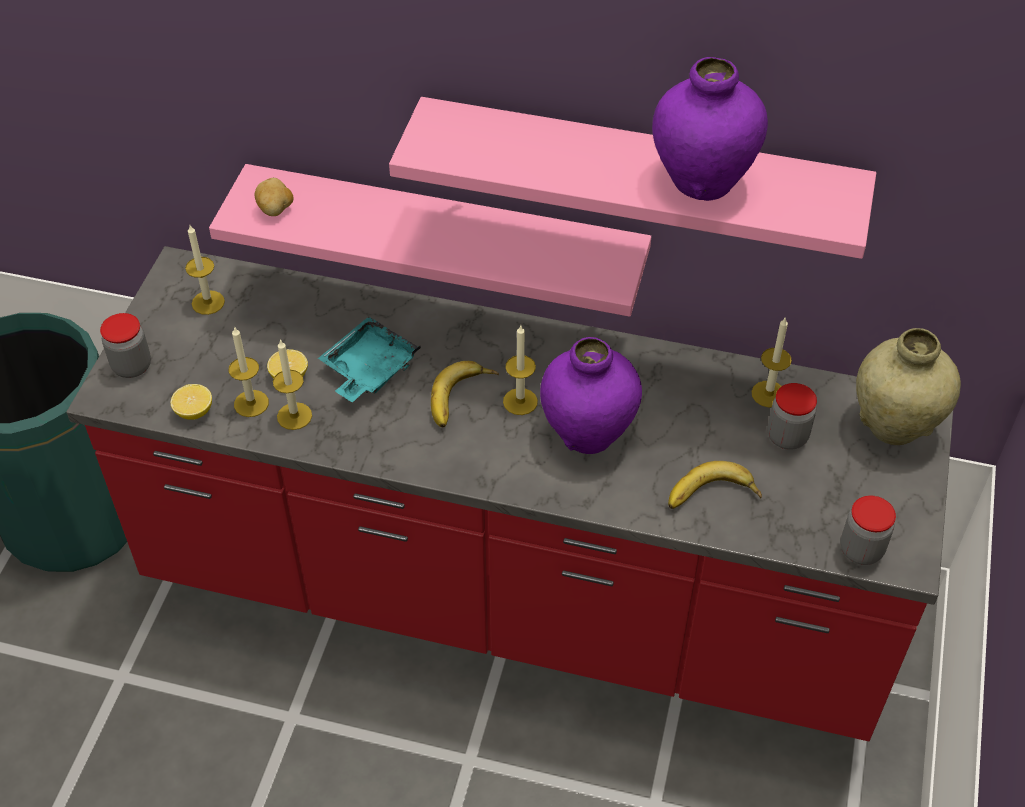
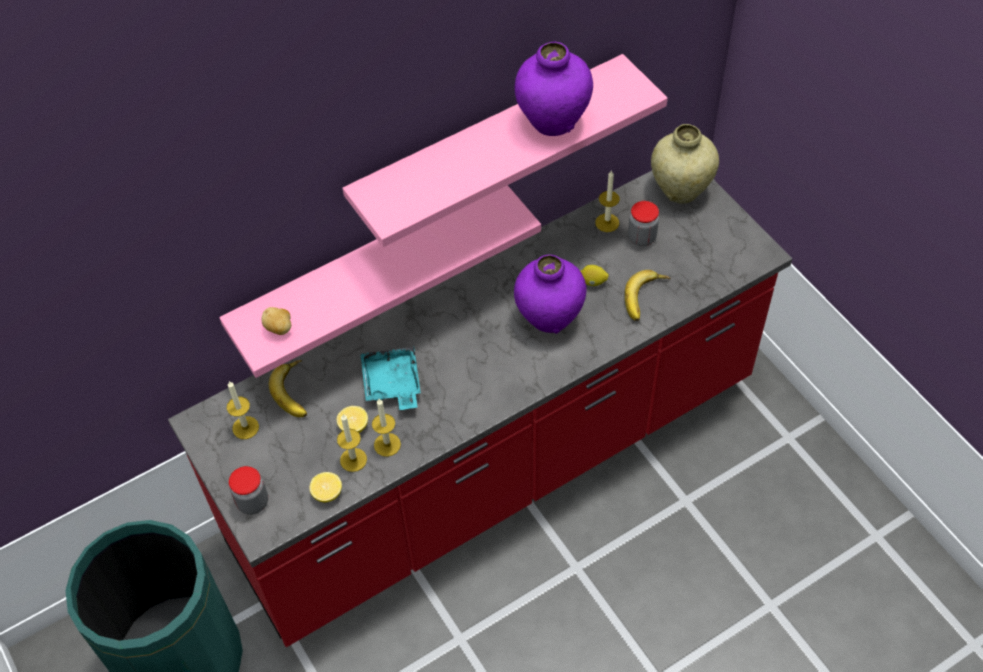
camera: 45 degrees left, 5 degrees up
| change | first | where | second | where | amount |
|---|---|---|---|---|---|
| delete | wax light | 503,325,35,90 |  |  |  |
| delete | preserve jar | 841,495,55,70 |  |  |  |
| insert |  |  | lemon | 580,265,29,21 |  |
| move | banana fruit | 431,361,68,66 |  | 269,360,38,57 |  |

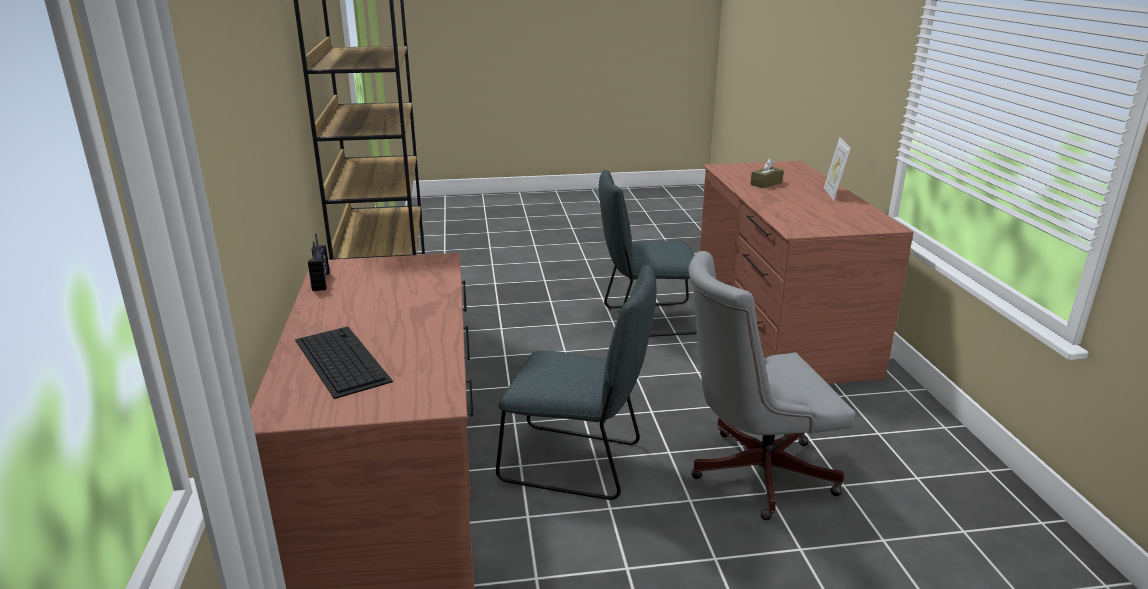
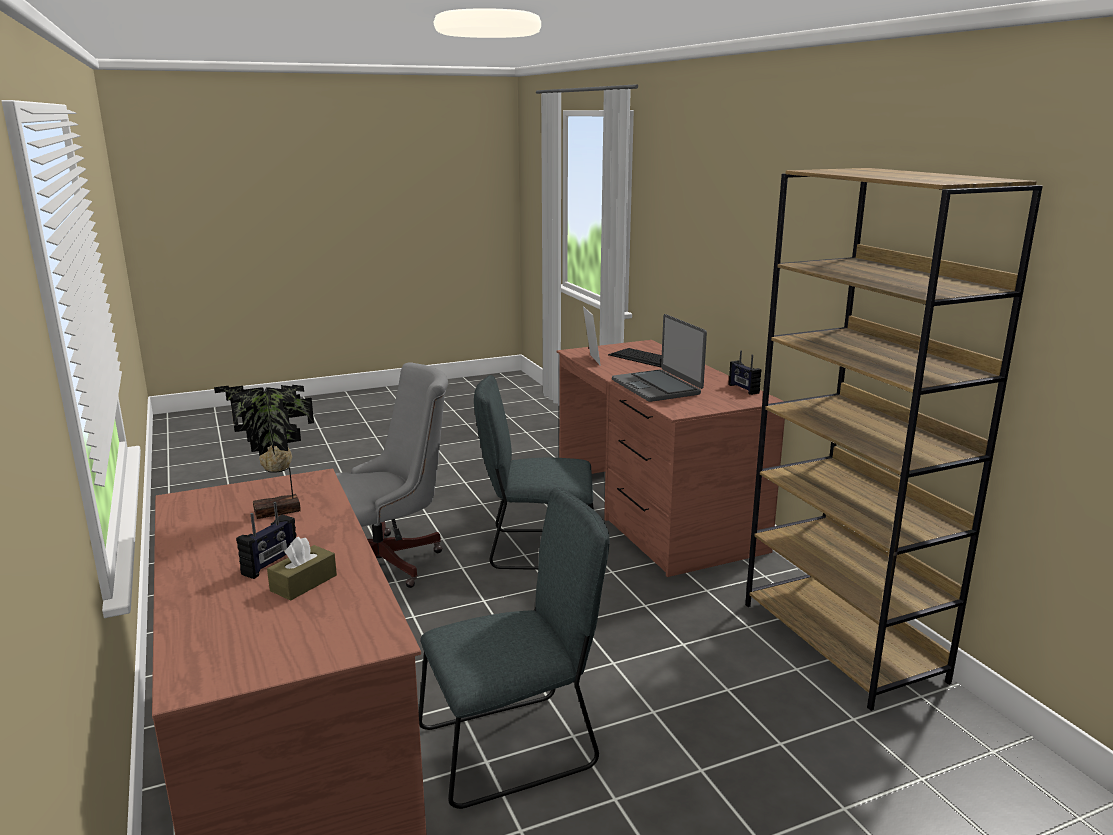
camera: 165 degrees right, 5 degrees down
| change | first | where | second | where | amount |
|---|---|---|---|---|---|
| insert |  |  | plant in a pot | 214,385,100,134 |  |
| insert |  |  | radio receiver | 236,502,60,77 |  |
| insert |  |  | portable computer | 612,314,95,88 |  |
| move | photo frame | 824,137,27,63 |  | 583,306,18,60 |  |

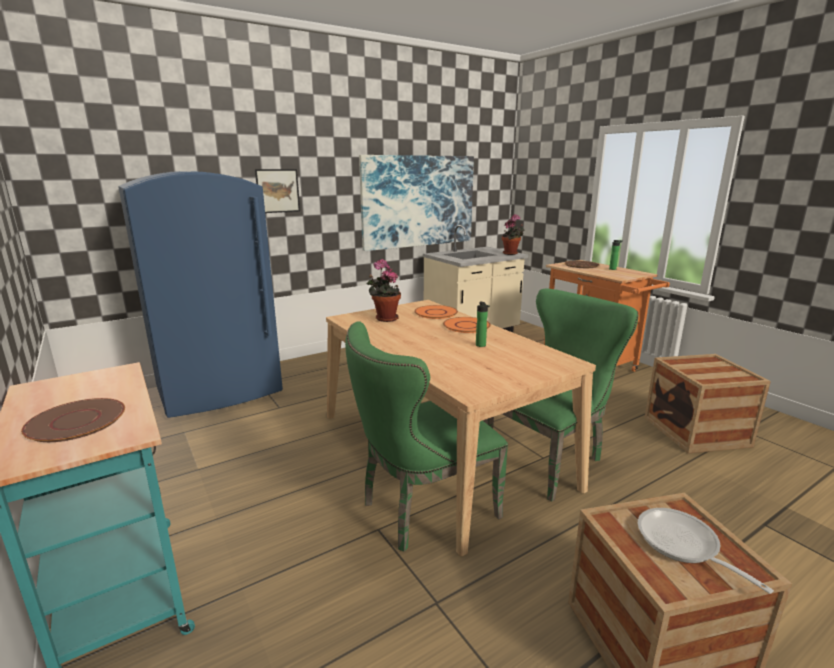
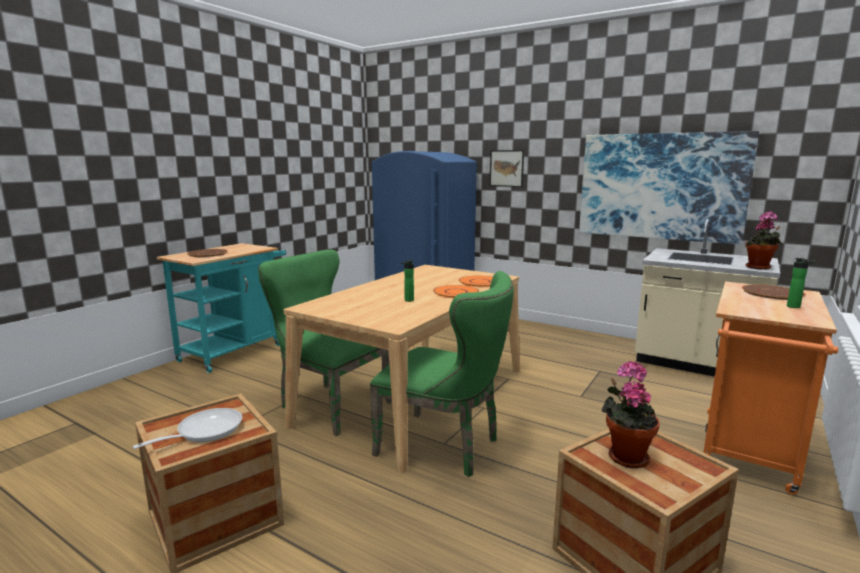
camera: 65 degrees right, 5 degrees down
| change | first | where | second | where | amount |
|---|---|---|---|---|---|
| move | plant in a pot | 366,259,35,63 |  | 602,361,57,107 |  |

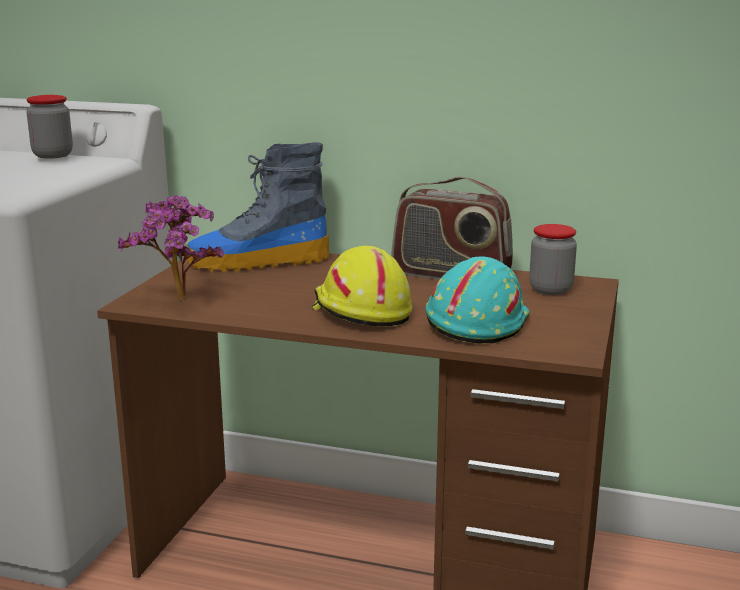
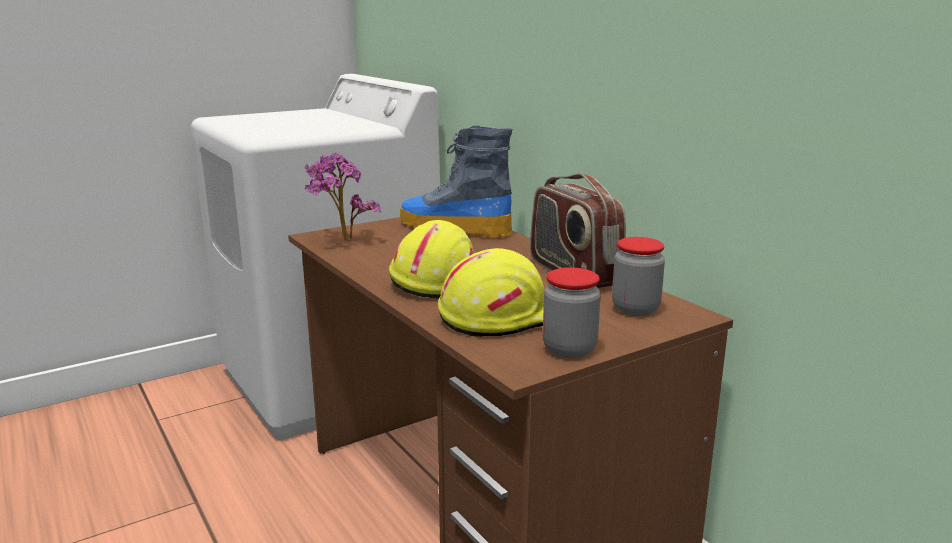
camera: 40 degrees right, 0 degrees up
| change | first | where | second | where | amount |
|---|---|---|---|---|---|
| move | preserve jar | 26,95,47,64 |  | 543,267,58,91 |  |
| recolor | blue-green hard hat | 426,257,104,87 | yellow hard hat | 438,248,106,89 |  |

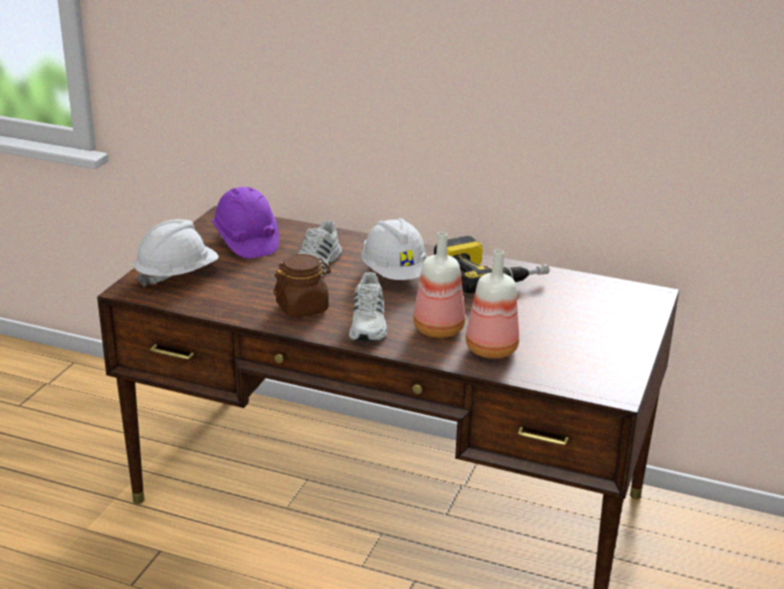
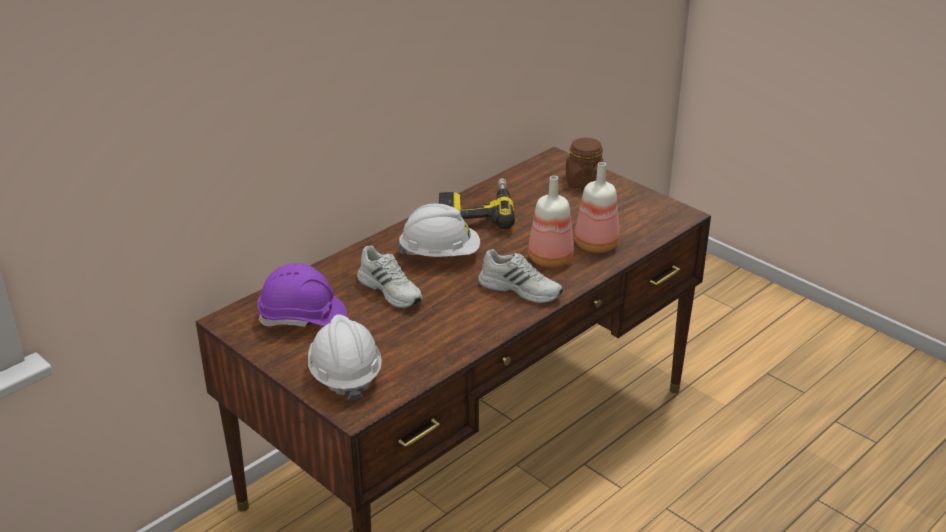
camera: 65 degrees left, 5 degrees up
| change | first | where | second | where | amount |
|---|---|---|---|---|---|
| move | brown preserve jar | 273,254,58,63 |  | 566,138,38,50 |  |

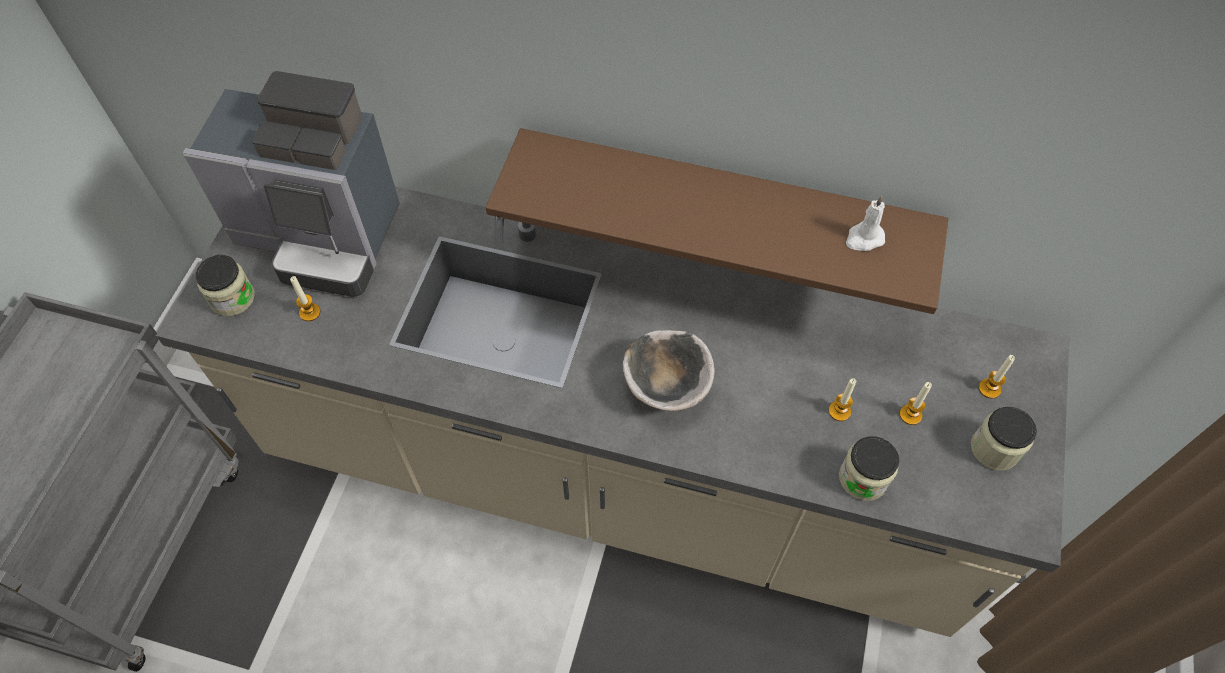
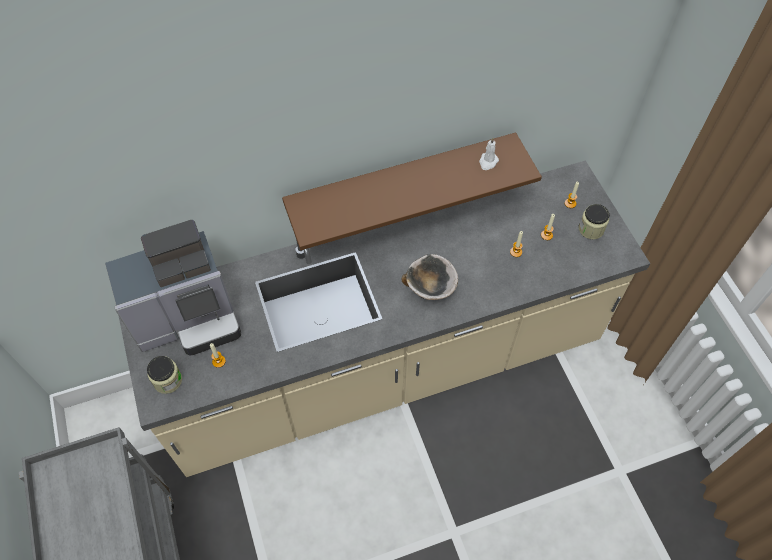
camera: 35 degrees left, 0 degrees up
| change | first | where | second | where | amount |
|---|---|---|---|---|---|
| delete | preserve jar | 839,436,60,65 |  |  |  |

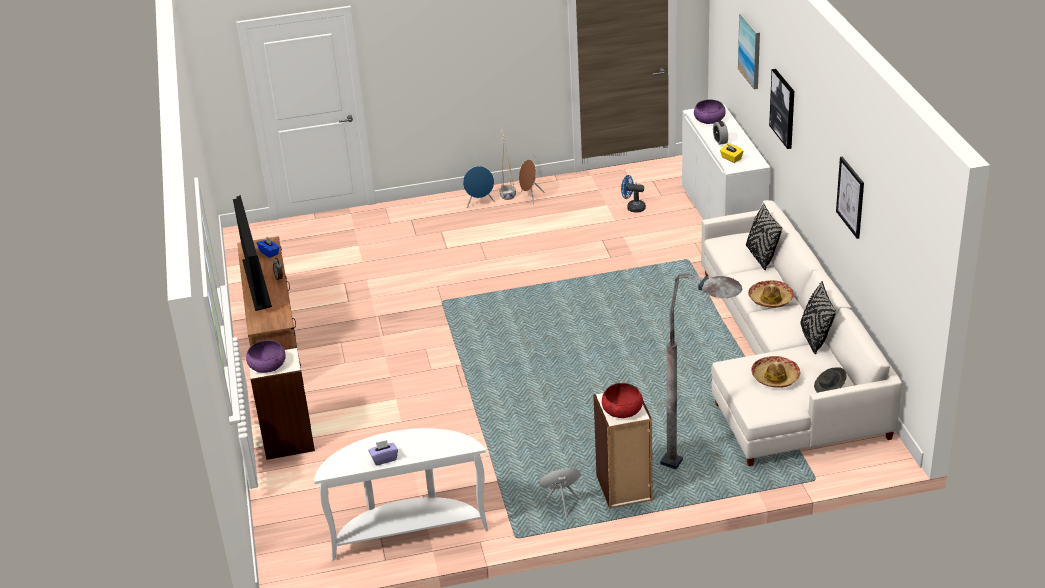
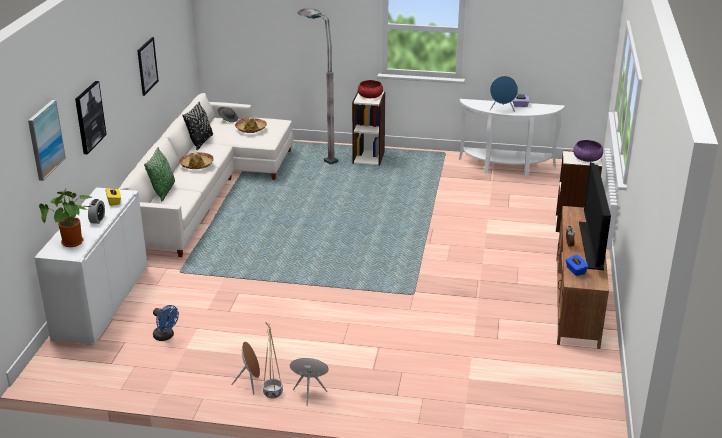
camera: 160 degrees left, 5 degrees down
| change | first | where | second | where | amount |
|---|---|---|---|---|---|
| move | blue speaker | 539,468,42,51 |  | 490,76,28,36 |  |
| replace | purple serving bowl | 694,100,31,24 | plant in a pot | 39,189,53,58 |  |
| recolor | black-coloured throw pillow | 746,203,36,67 | green throw pillow | 144,147,31,55 |  |

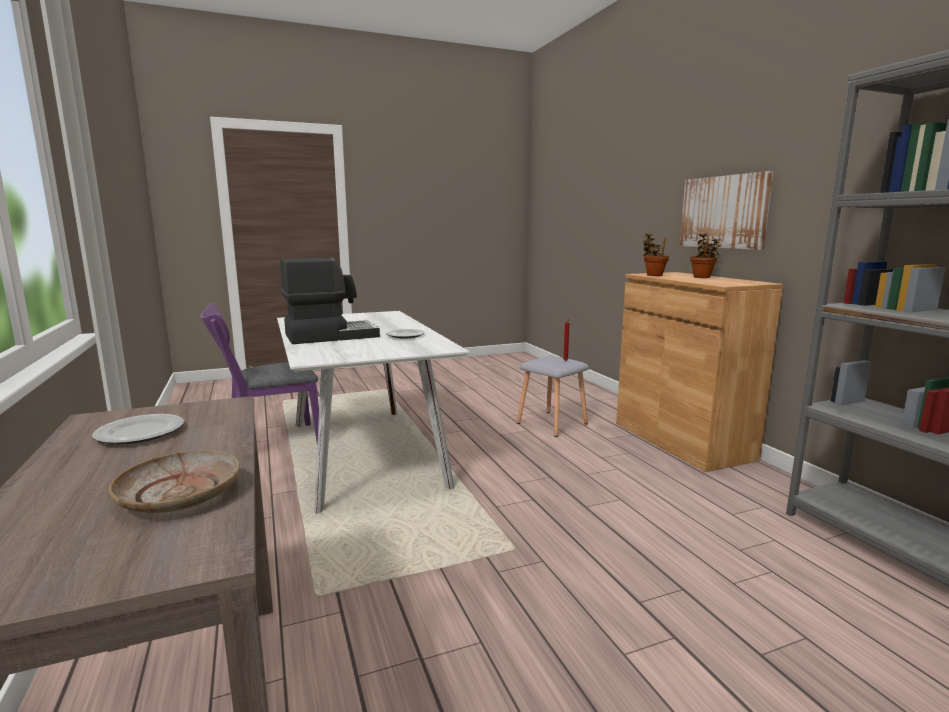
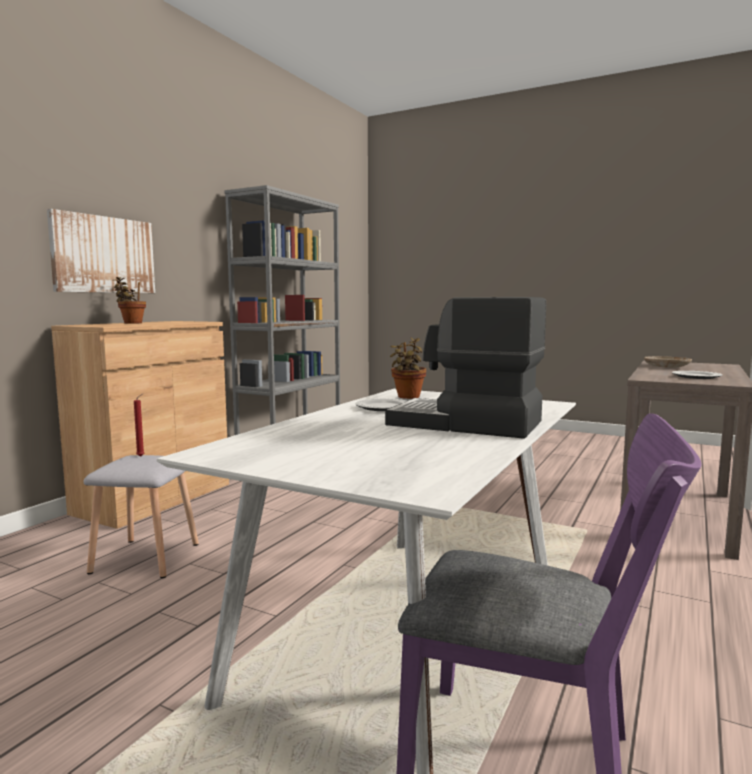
camera: 130 degrees left, 5 degrees down
| change | first | where | second | where | amount |
|---|---|---|---|---|---|
| move | plant in a pot | 643,233,26,43 |  | 390,338,36,61 |  |

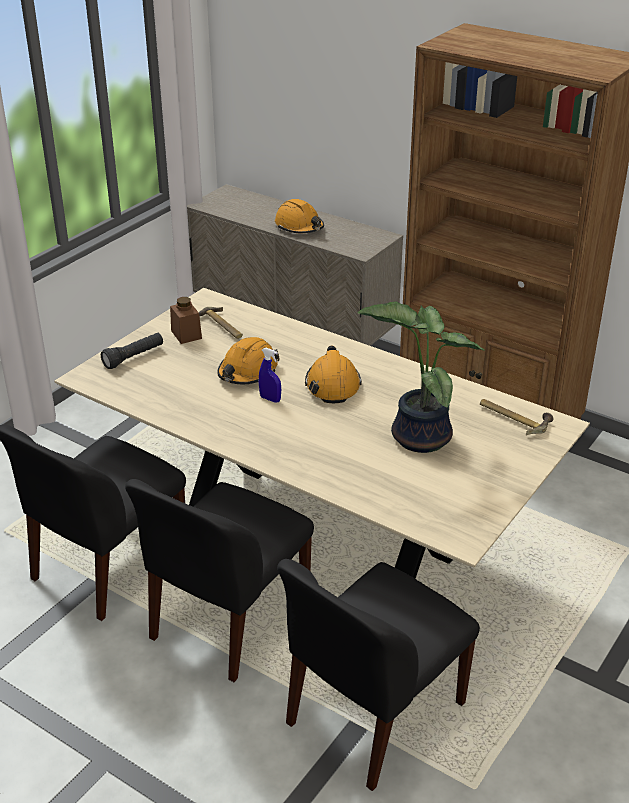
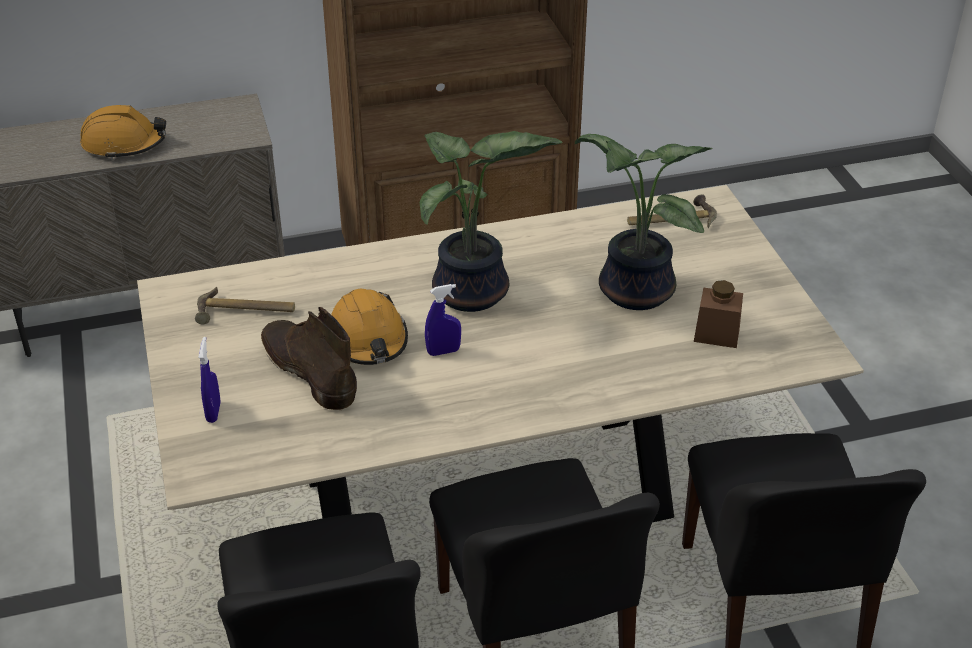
camera: 50 degrees left, 5 degrees up
| change | first | where | second | where | amount |
|---|---|---|---|---|---|
| insert |  |  | brown tall boot | 261,307,96,104 |  |
| move | brown preserve jar | 170,297,32,47 |  | 694,280,49,68 |  |
| replace | black-coloured torch | 101,333,62,36 | blue hand sprayer | 198,337,23,86 |  |
| replace | orangey hard hat | 305,345,57,58 | plant in a pot | 420,131,143,181 |  |

